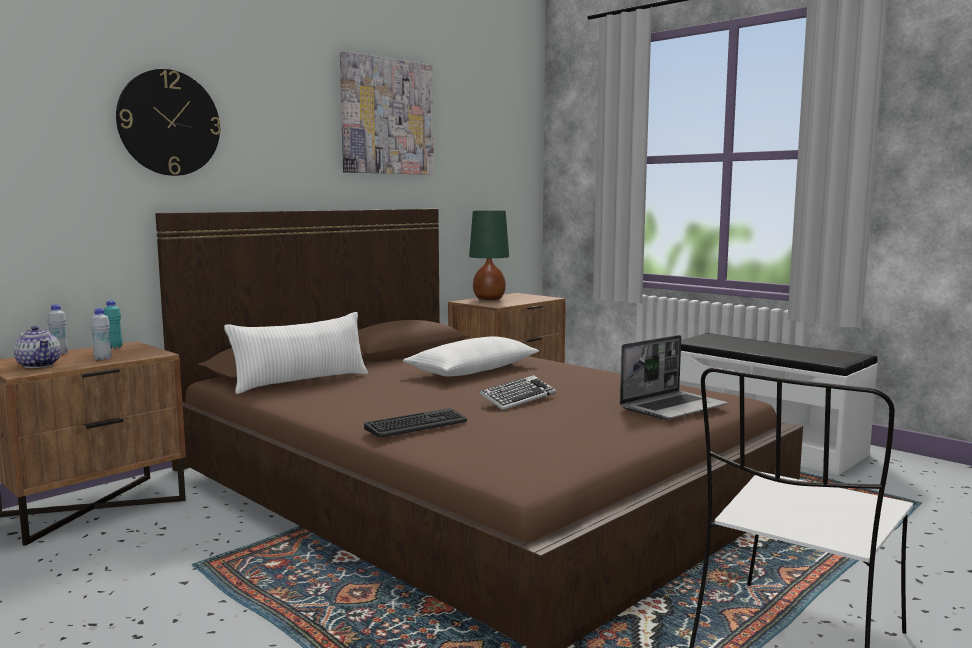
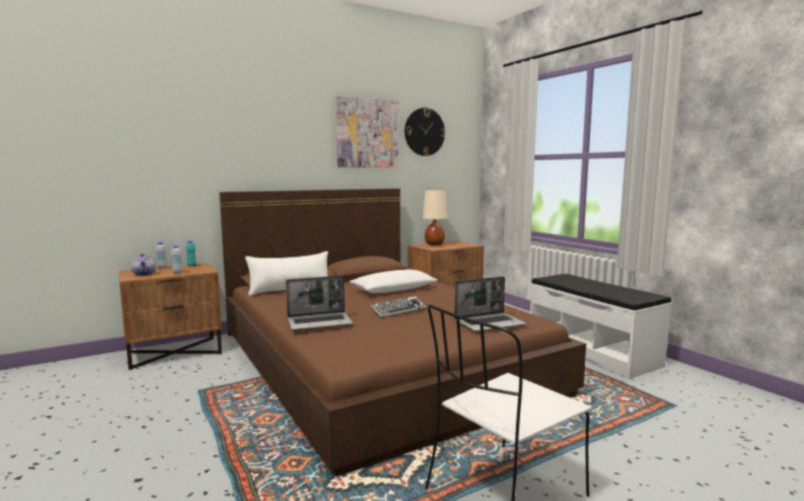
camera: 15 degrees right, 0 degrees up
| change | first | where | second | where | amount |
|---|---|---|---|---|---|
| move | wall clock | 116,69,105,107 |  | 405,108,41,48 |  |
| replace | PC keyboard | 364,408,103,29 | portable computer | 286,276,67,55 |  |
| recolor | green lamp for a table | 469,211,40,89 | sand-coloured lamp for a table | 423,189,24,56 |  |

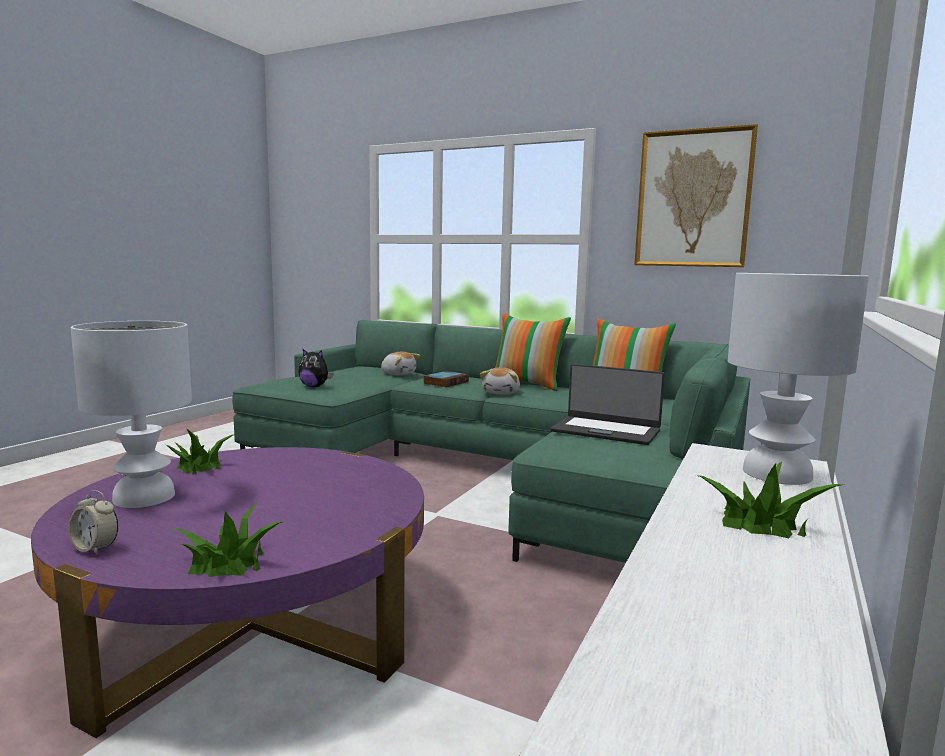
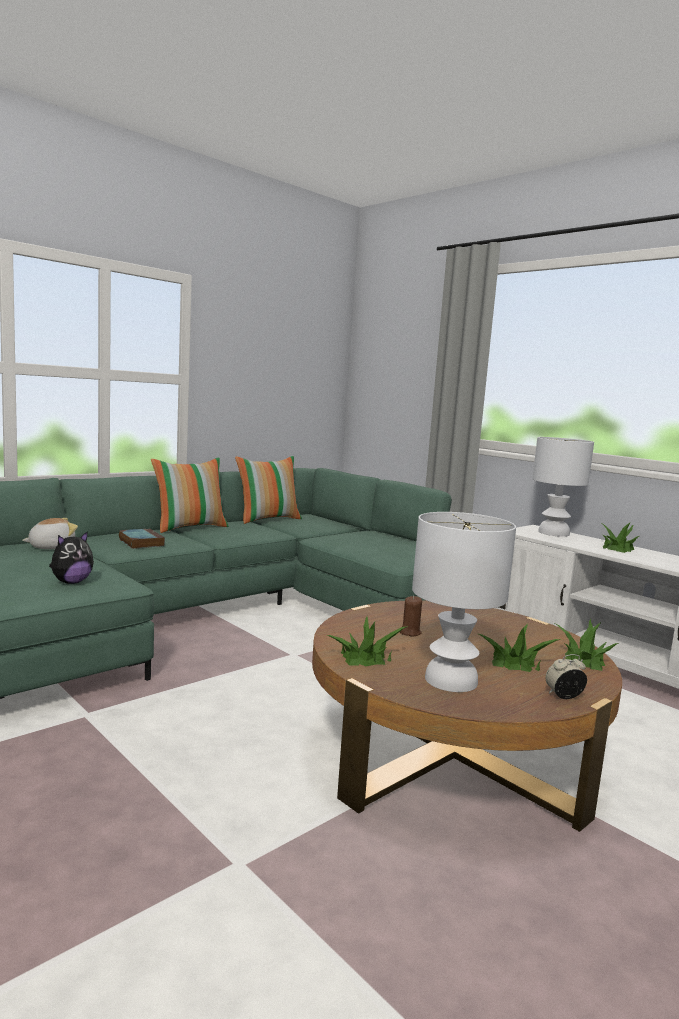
camera: 70 degrees left, 0 degrees up
| change | first | where | second | where | amount |
|---|---|---|---|---|---|
| delete | soft toy | 480,367,40,28 |  |  |  |
| delete | portable computer | 551,364,114,81 |  |  |  |
| delete | wall picture | 634,124,124,143 |  |  |  |
| insert |  |  | brown wax light | 400,596,22,40 |  |
| insert |  |  | plant in a pot | 479,624,83,48 |  |
| recolor | purple lounge table | 31,447,393,291 | brown lounge table | 312,601,310,231 |  |
| rotate | bedside clock | 68,490,50,65 |  | 545,654,42,45 | 150 degrees counterclockwise |

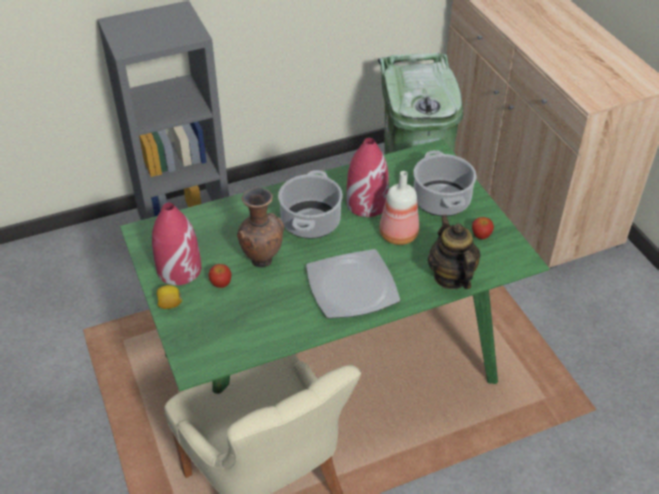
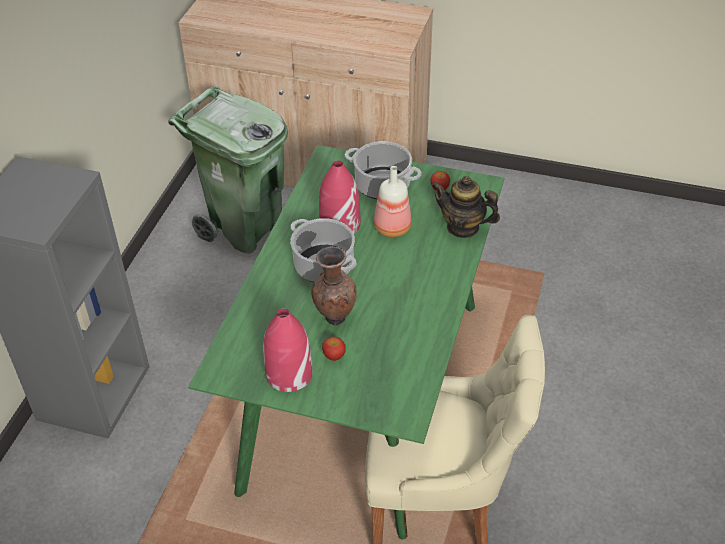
camera: 50 degrees left, 0 degrees up
| change | first | where | second | where | amount |
|---|---|---|---|---|---|
| delete | lemon | 156,285,26,24 |  |  |  |
| delete | flat dish | 306,249,94,70 |  |  |  |

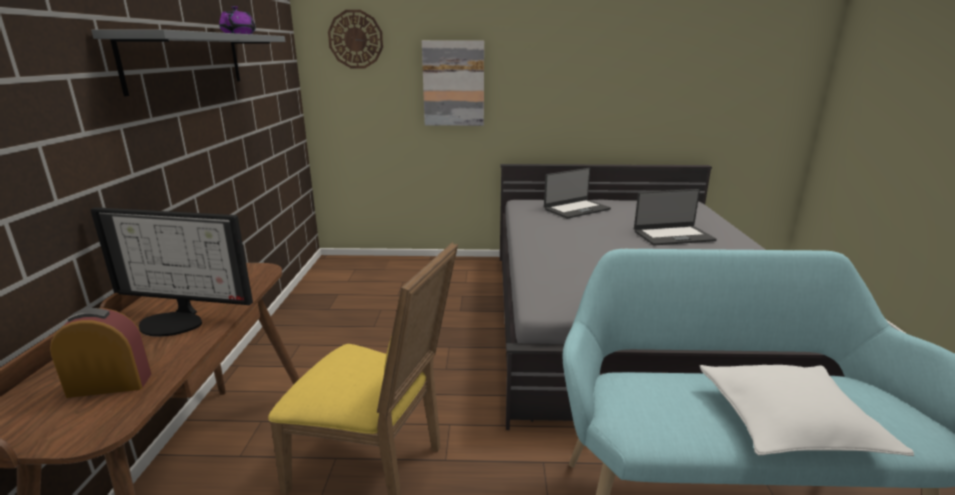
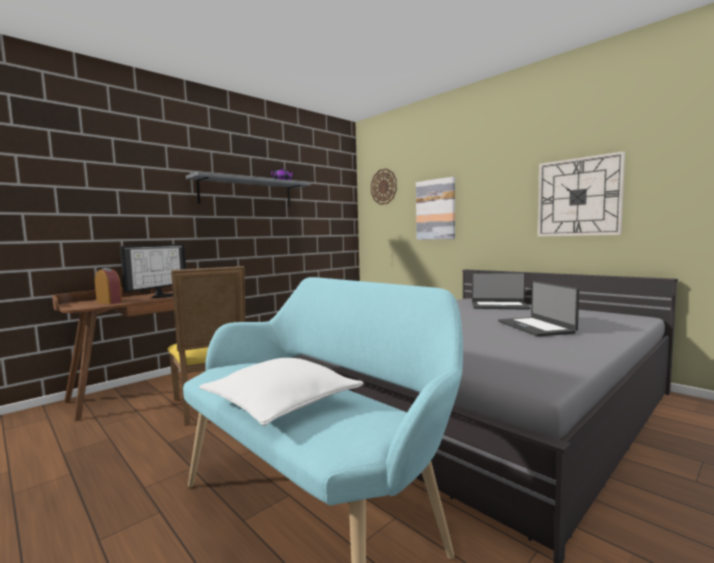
camera: 45 degrees right, 15 degrees down
| change | first | where | second | where | amount |
|---|---|---|---|---|---|
| insert |  |  | wall clock | 537,151,88,86 |  |
| rotate | monitor | 90,207,163,130 |  | 120,244,66,54 | 120 degrees counterclockwise |
| rotate | portable computer | 634,189,83,57 |  | 498,281,81,56 | 45 degrees clockwise |

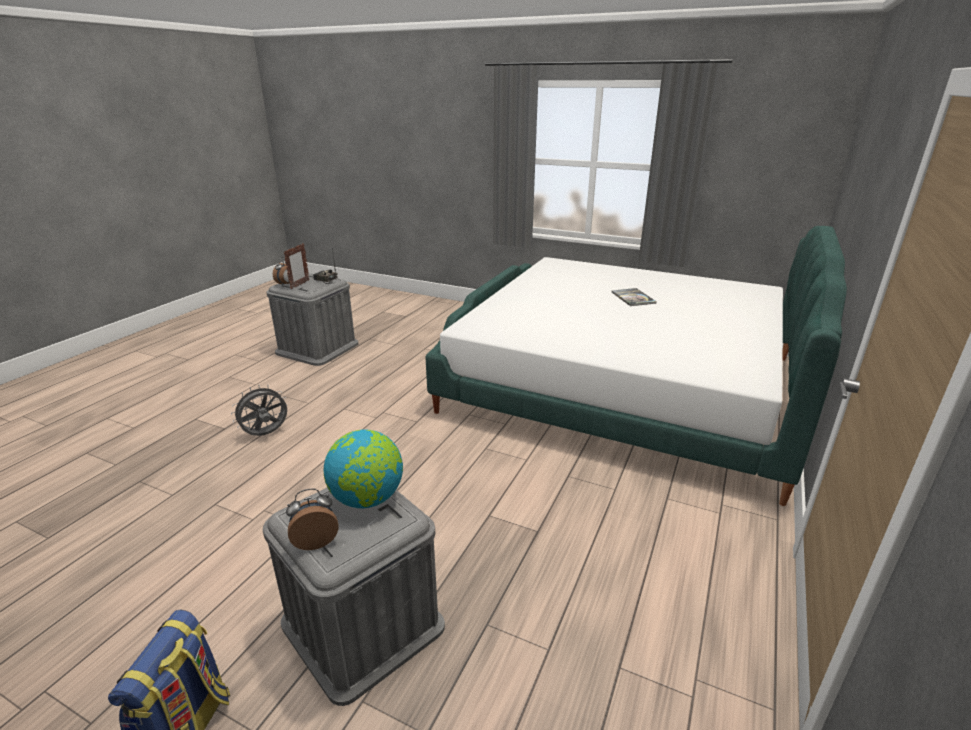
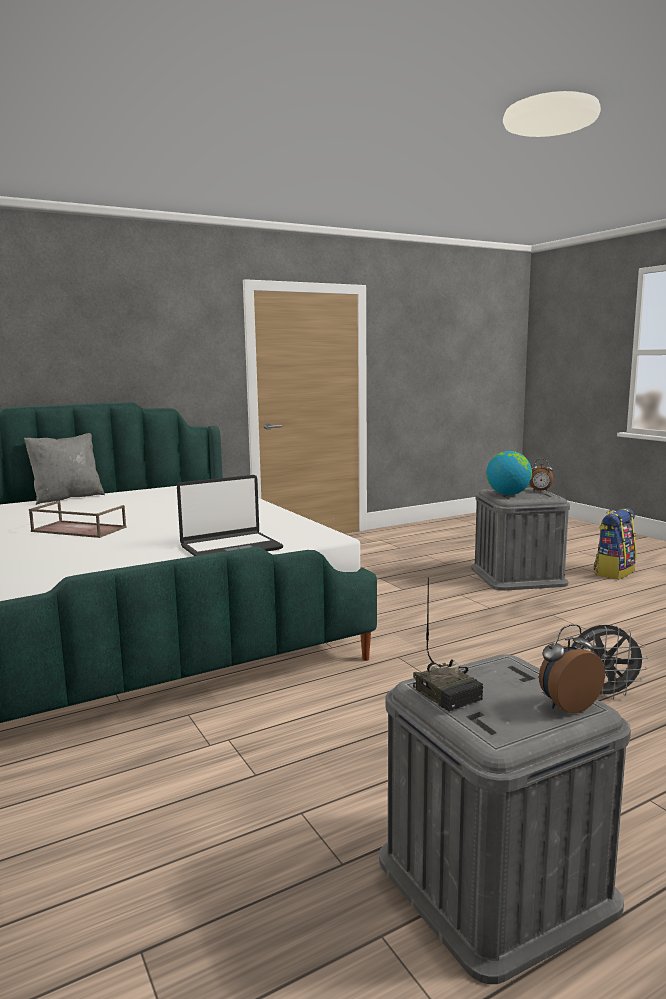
camera: 145 degrees left, 15 degrees down
| change | first | where | second | where | amount |
|---|---|---|---|---|---|
| delete | photo frame | 284,243,25,46 |  |  |  |
| insert |  |  | grey throw pillow | 24,433,81,72 |  |
| insert |  |  | portable computer | 177,475,106,81 |  |
| replace | bound book | 612,288,45,18 | brown serving tray | 29,501,98,37 |  |

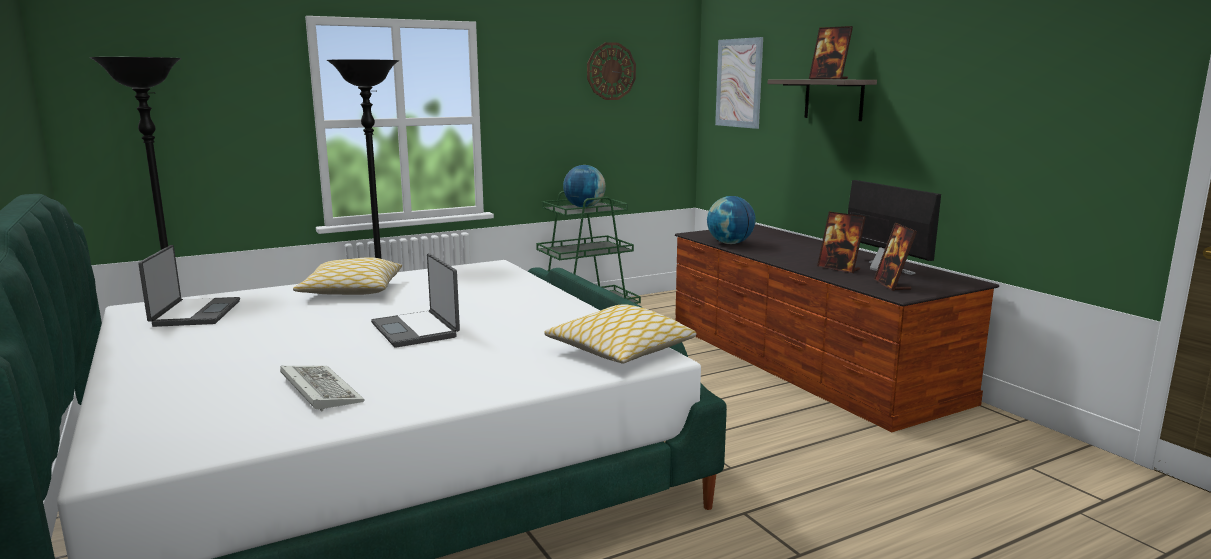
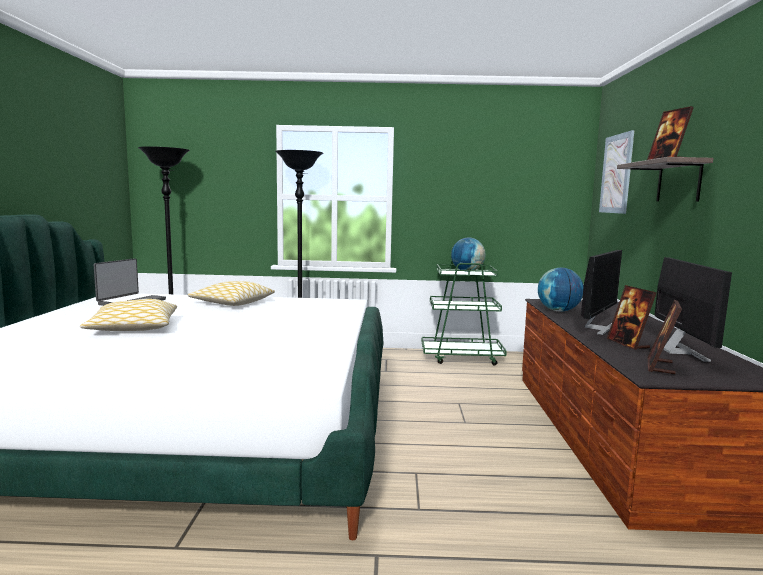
camera: 30 degrees right, 5 degrees down
| change | first | where | second | where | amount |
|---|---|---|---|---|---|
| delete | PC keyboard | 280,366,85,46 |  |  |  |
| delete | portable computer | 371,253,89,95 |  |  |  |
| delete | wall clock | 587,42,49,58 |  |  |  |
| insert |  |  | monitor | 581,250,41,85 |  |
| move | throw pillow | 545,304,152,59 |  | 80,299,97,32 |  |

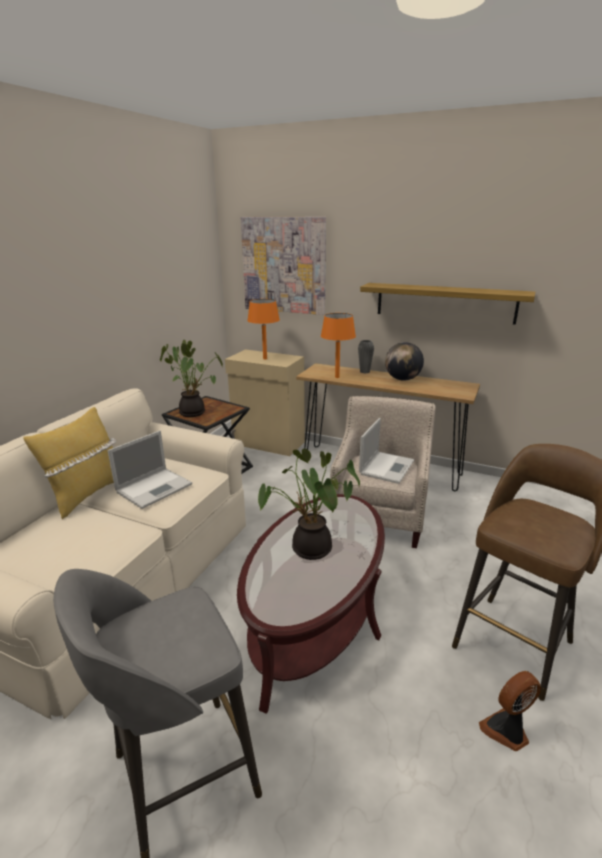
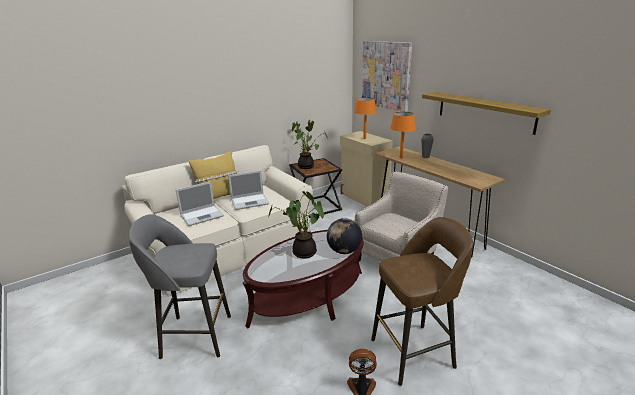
camera: 30 degrees right, 0 degrees up
| change | first | where | second | where | amount |
|---|---|---|---|---|---|
| move | portable computer | 359,418,56,66 |  | 176,181,48,45 |  |
| move | desk globe | 385,342,39,39 |  | 327,218,35,36 |  |

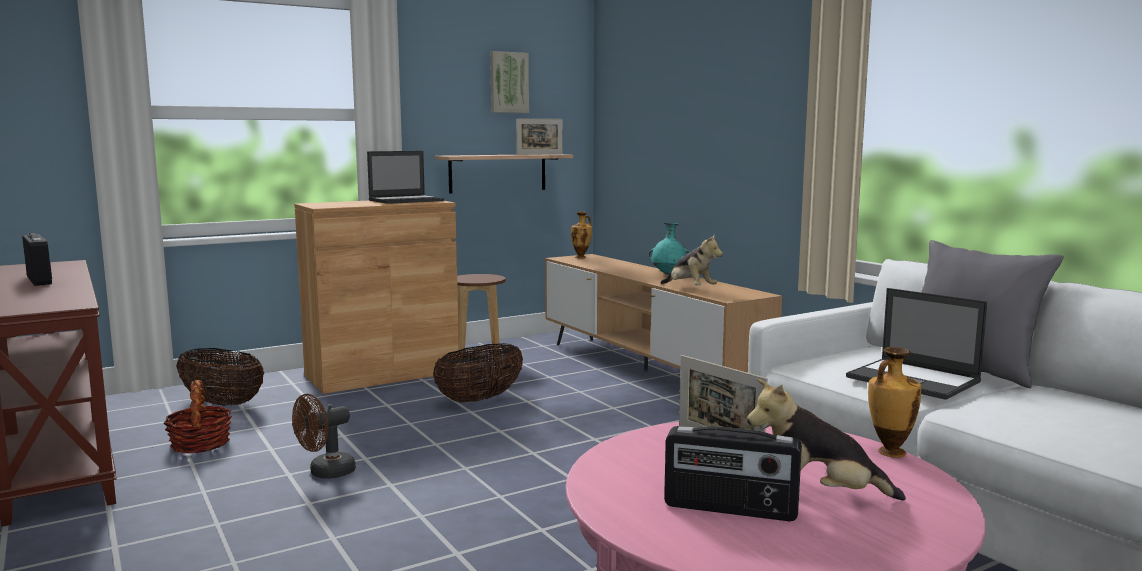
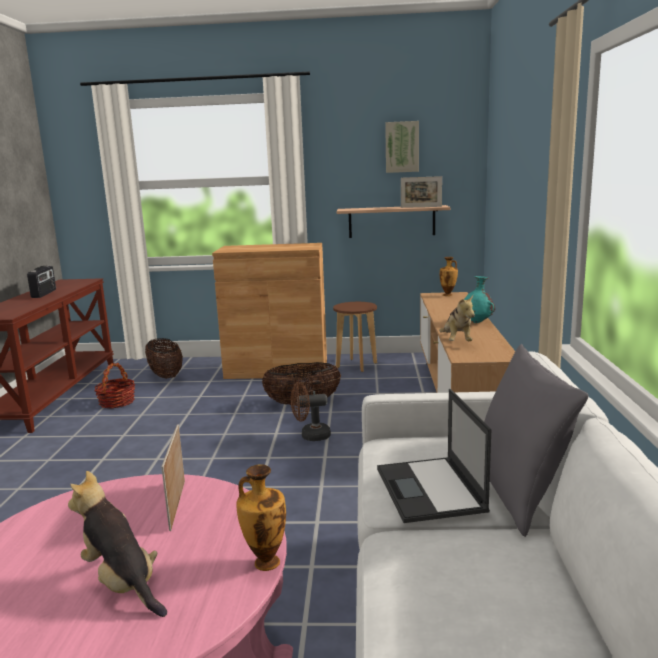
camera: 35 degrees right, 5 degrees up
| change | first | where | second | where | amount |
|---|---|---|---|---|---|
| delete | portable computer | 367,151,77,53 |  |  |  |
| delete | radio receiver | 664,426,138,95 |  |  |  |
| move | brown electric fan | 292,394,64,85 |  | 291,382,40,59 |  |

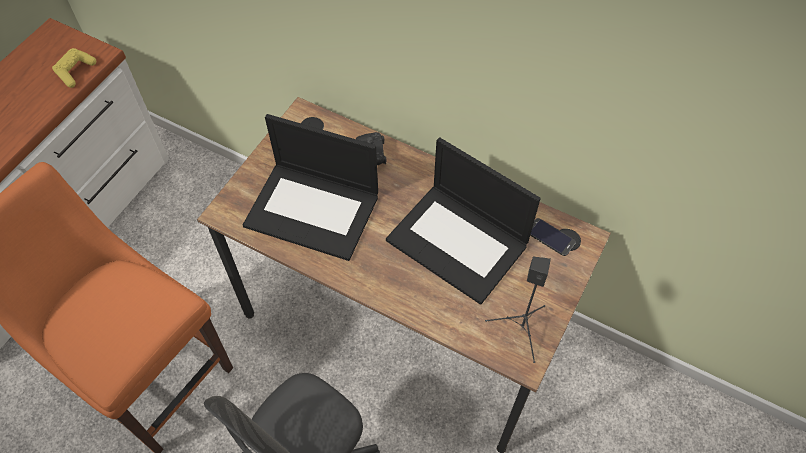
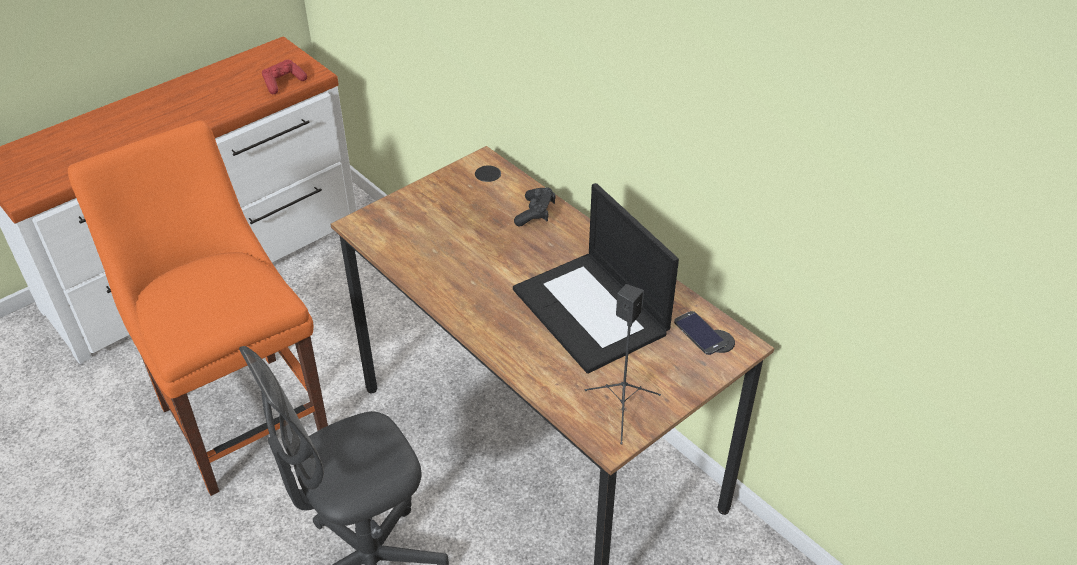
camera: 20 degrees right, 15 degrees down
| change | first | where | second | where | amount |
|---|---|---|---|---|---|
| delete | portable computer | 243,114,135,147 |  |  |  |
| recolor | yellow gamepad | 52,48,44,40 | red-coloured gamepad | 262,60,45,34 |  |

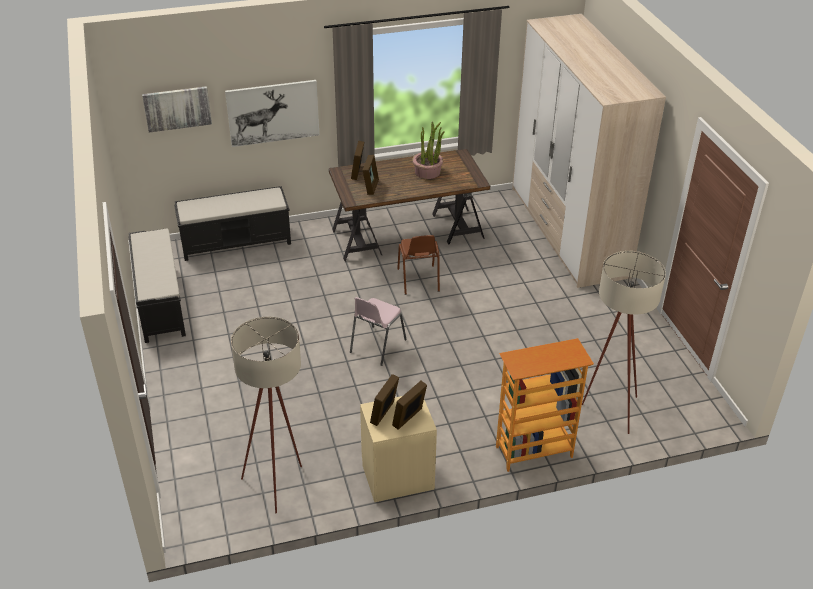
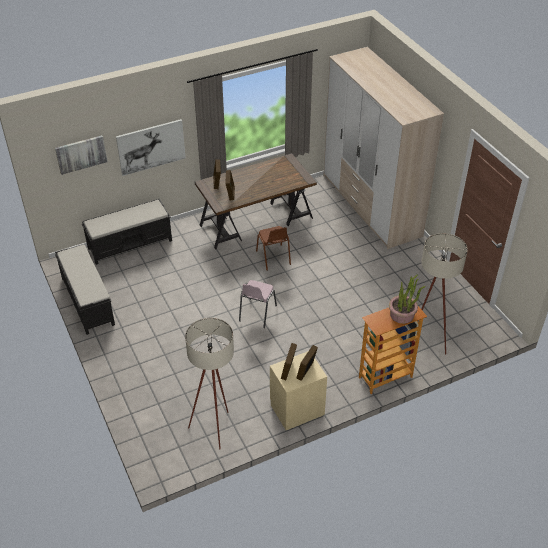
camera: 10 degrees left, 5 degrees up
| change | first | where | second | where | amount |
|---|---|---|---|---|---|
| move | plant in a pot | 412,121,33,58 |  | 389,275,37,49 |  |

